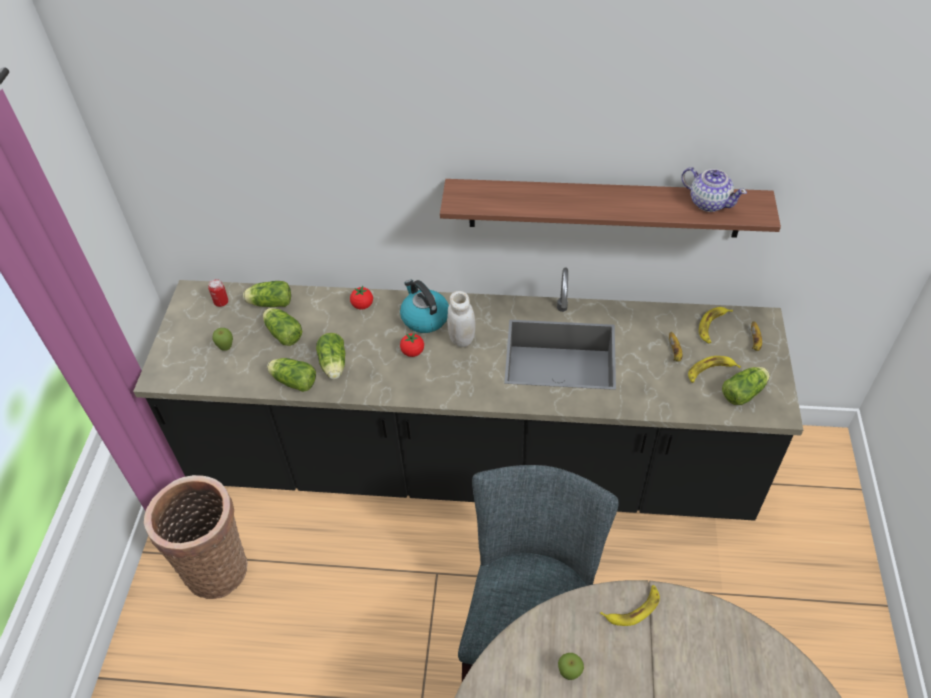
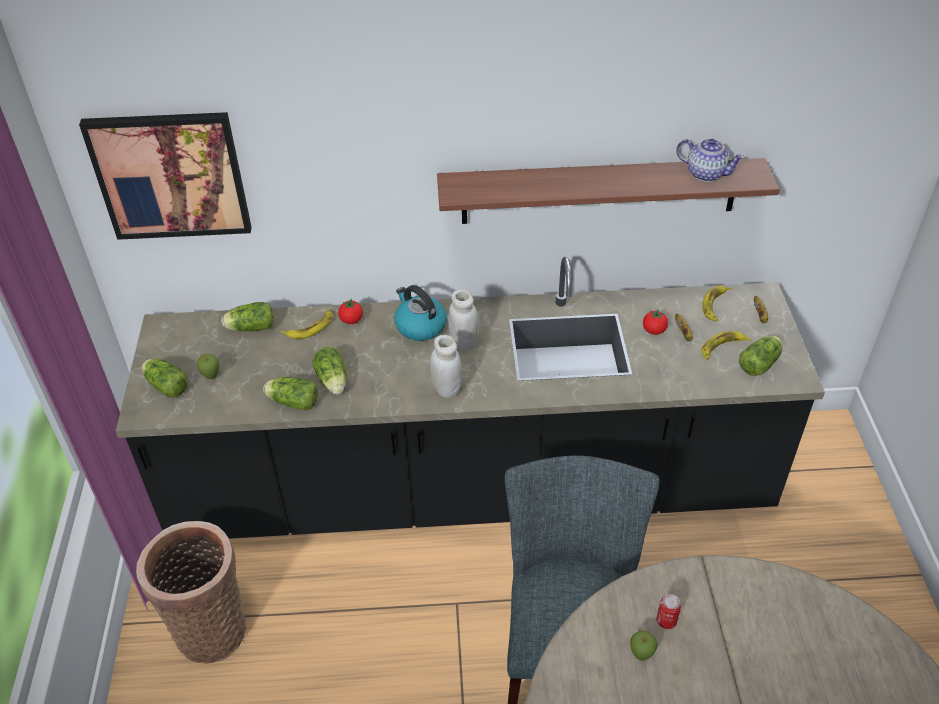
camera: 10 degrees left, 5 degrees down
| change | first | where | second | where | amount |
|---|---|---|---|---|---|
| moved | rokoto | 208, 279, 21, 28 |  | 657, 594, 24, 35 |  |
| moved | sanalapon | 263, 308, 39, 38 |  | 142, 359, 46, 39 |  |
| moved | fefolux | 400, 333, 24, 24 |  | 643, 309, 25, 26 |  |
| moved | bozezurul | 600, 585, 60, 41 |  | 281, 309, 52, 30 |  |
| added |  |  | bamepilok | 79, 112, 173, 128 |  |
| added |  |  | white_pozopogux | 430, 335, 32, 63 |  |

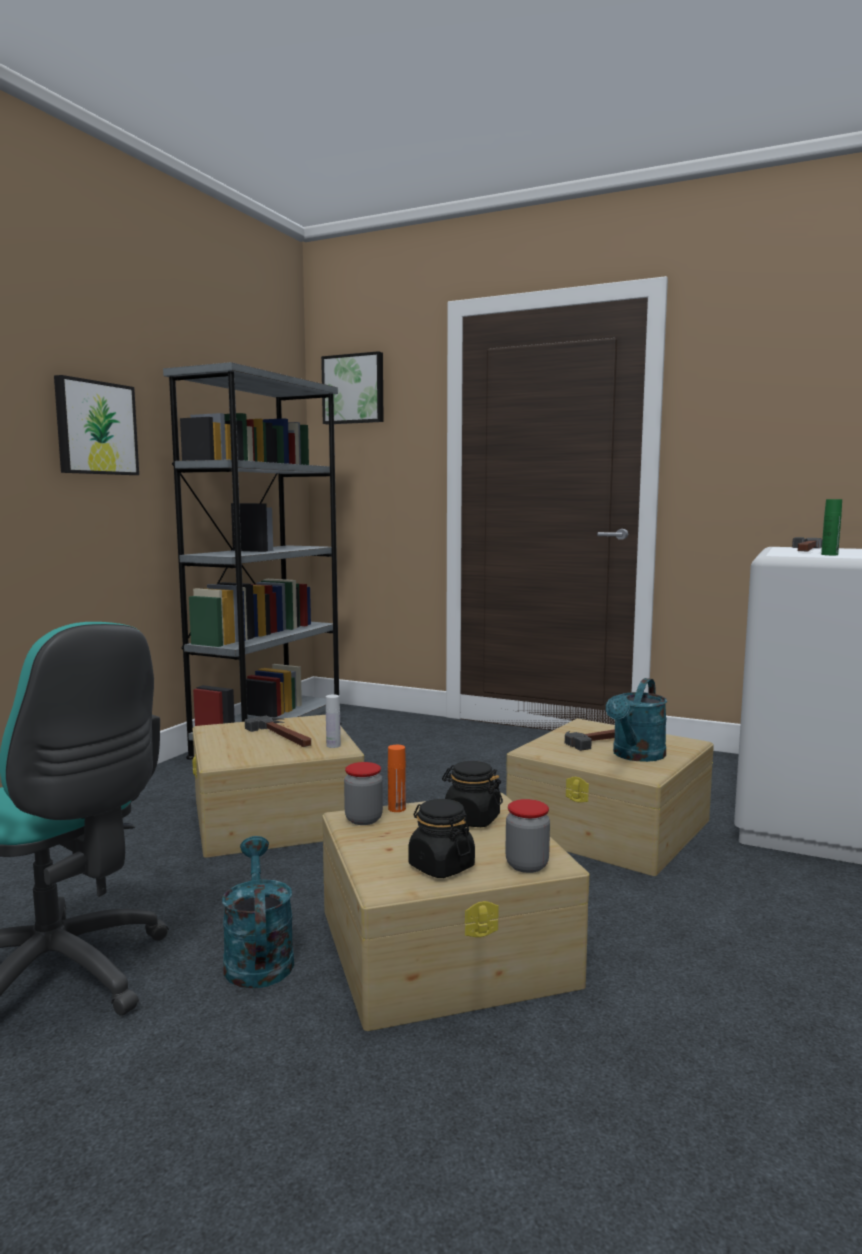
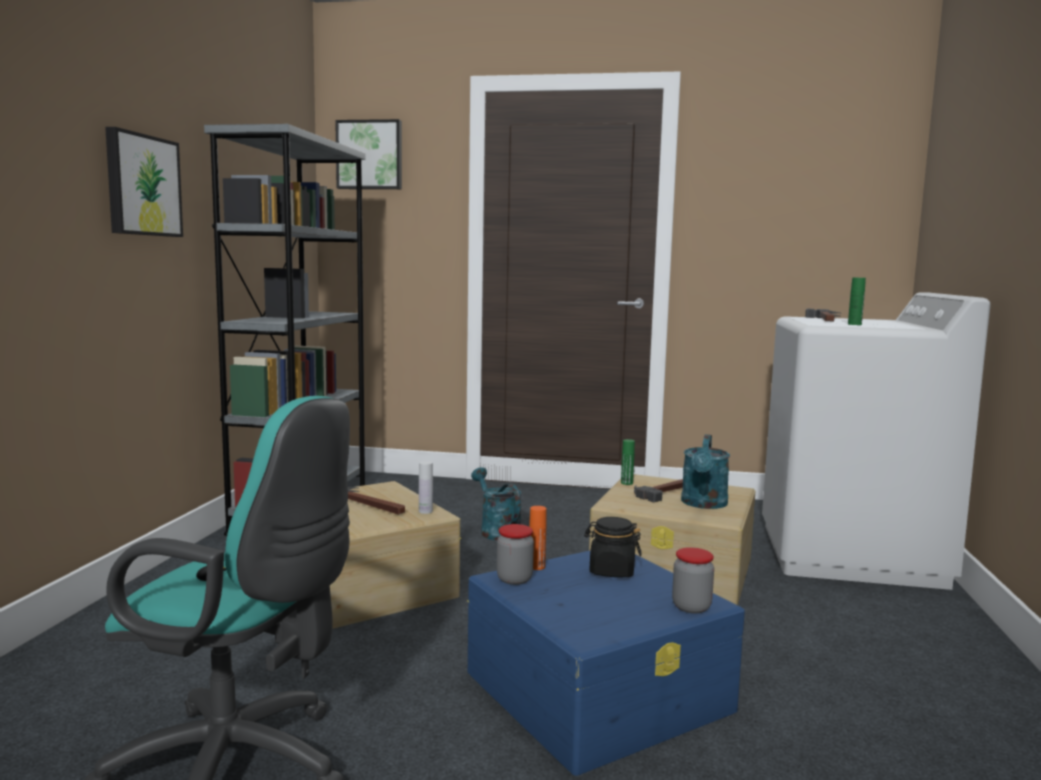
camera: 15 degrees left, 0 degrees up
| change | first | where | second | where | amount |
|---|---|---|---|---|---|
| moved | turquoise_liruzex | 222, 836, 72, 153 |  | 471, 467, 51, 74 |  |
| recoloured | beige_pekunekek | 322, 793, 268, 238 | blue_pekunekek | 467, 550, 278, 226 |  |
| removed | black_pozopogux | 408, 799, 67, 79 |  |  |  |
| added |  |  | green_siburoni | 621, 439, 14, 46 |  |

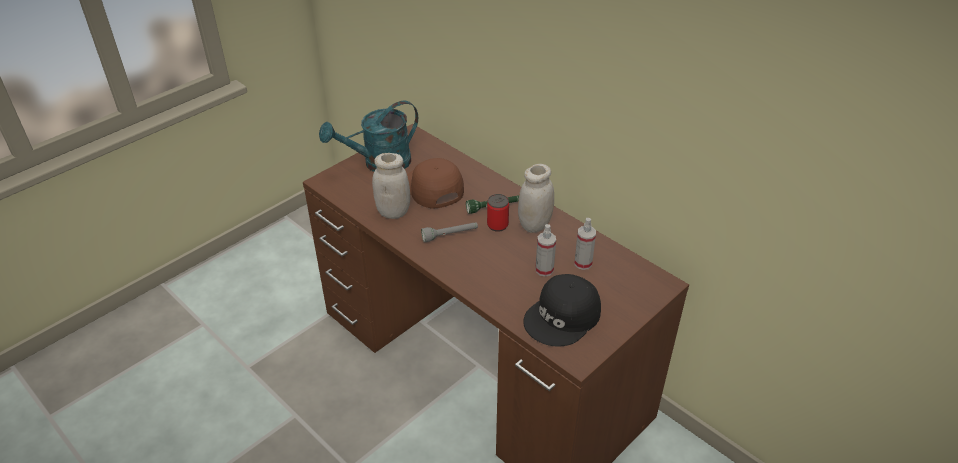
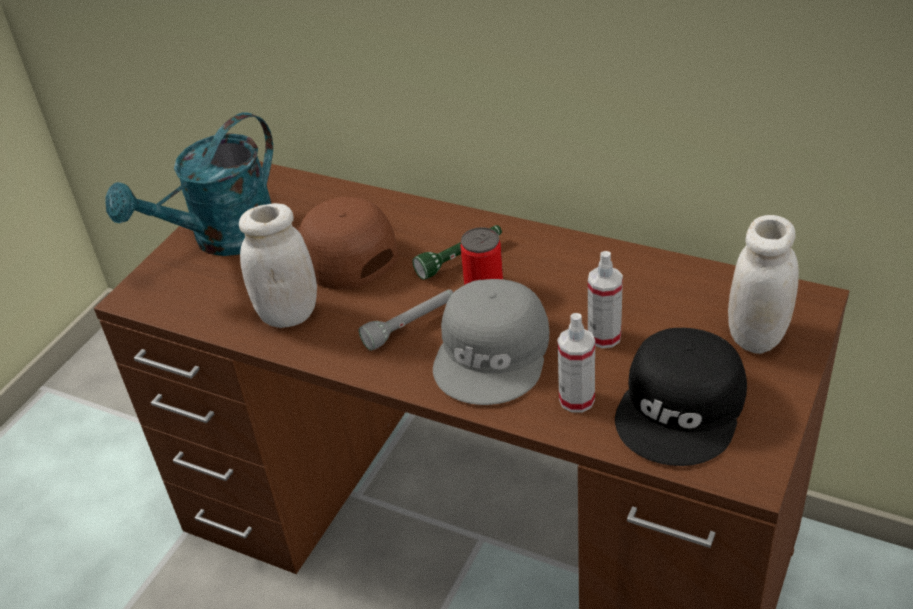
camera: 15 degrees left, 0 degrees up
| change | first | where | second | where | amount |
|---|---|---|---|---|---|
| moved | white_pozopogux | 518, 164, 36, 69 |  | 728, 215, 71, 139 |  |
| moved | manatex | 574, 218, 22, 52 |  | 558, 313, 37, 100 |  |
| added |  |  | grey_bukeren | 433, 279, 116, 126 |  |

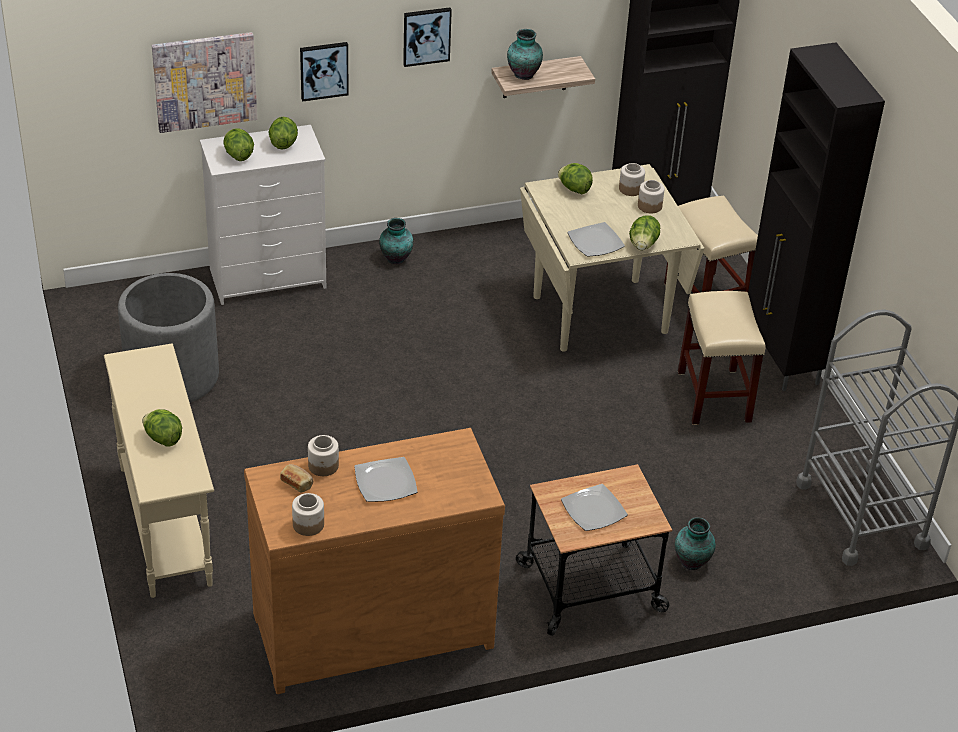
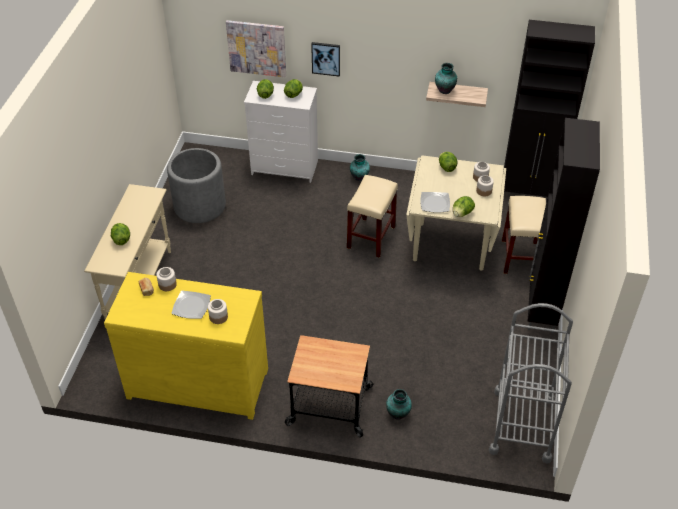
camera: 30 degrees right, 5 degrees up
| change | first | where | second | where | amount |
|---|---|---|---|---|---|
| recoloured | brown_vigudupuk | 244, 428, 261, 266 | yellow_vigudupuk | 104, 272, 164, 148 |  |
| moved | pozopogux | 292, 493, 32, 43 |  | 208, 299, 20, 25 |  |
| removed | bamepilok | 403, 7, 49, 60 |  |  |  |
| removed | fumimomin | 561, 484, 67, 47 |  |  |  |
| moved | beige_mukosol | 678, 291, 87, 134 |  | 347, 175, 51, 83 |  |

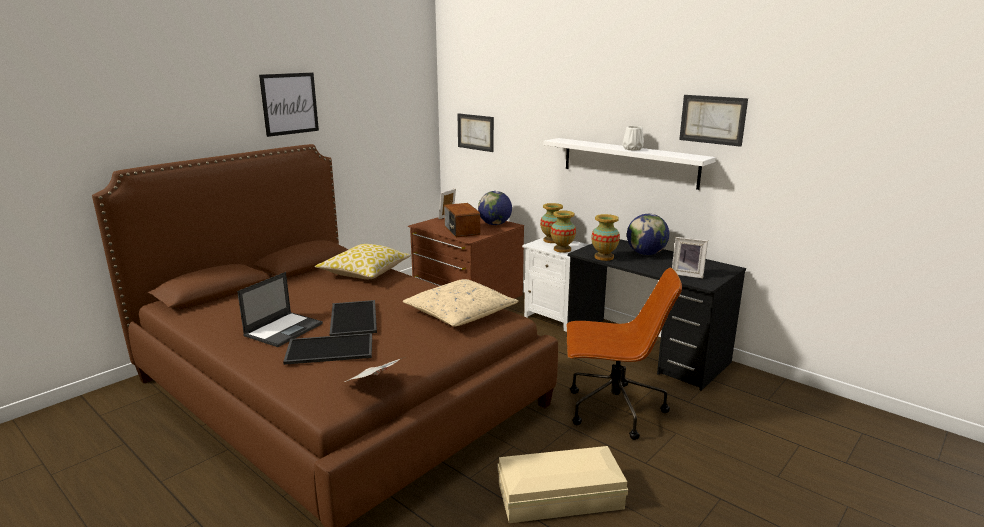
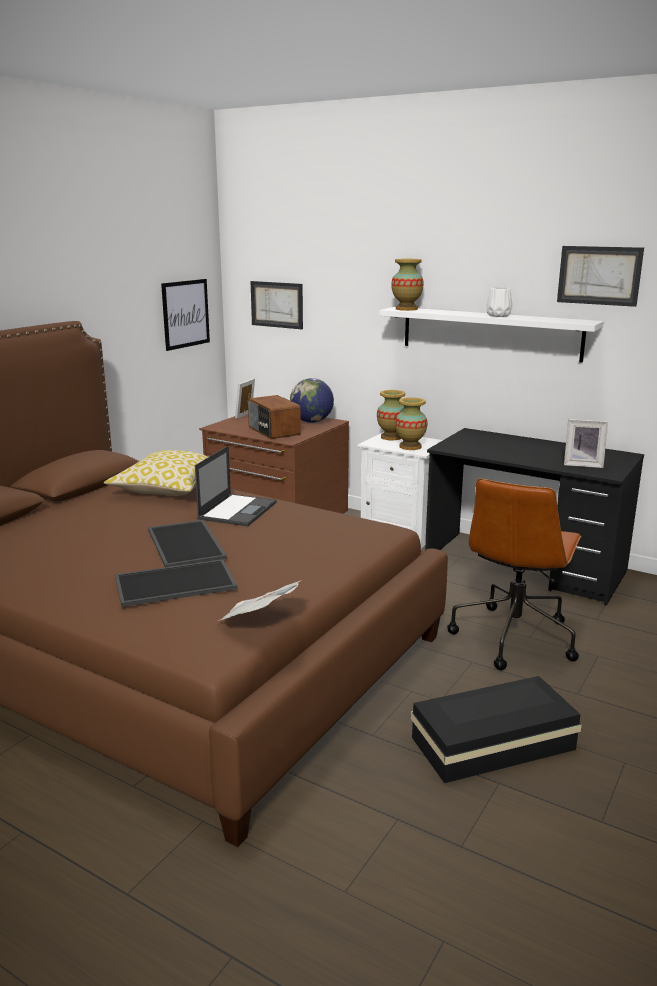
camera: 10 degrees left, 0 degrees up
| change | first | where | second | where | amount |
|---|---|---|---|---|---|
| moved | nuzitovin | 237, 272, 86, 75 |  | 195, 446, 81, 80 |  |
| moved | bamepilok | 259, 72, 60, 65 |  | 161, 279, 49, 72 |  |
| removed | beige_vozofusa | 403, 279, 116, 48 |  |  |  |
| recoloured | beige_pekunekek | 498, 446, 130, 77 | black_pekunekek | 411, 676, 171, 107 |  |
| turned | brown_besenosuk | 567, 267, 115, 173 |  | 447, 479, 135, 191 | 120 degrees clockwise |
| moved | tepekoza | 591, 214, 29, 47 |  | 391, 259, 33, 52 |  |
| removed | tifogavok | 627, 214, 42, 41 |  |  |  |

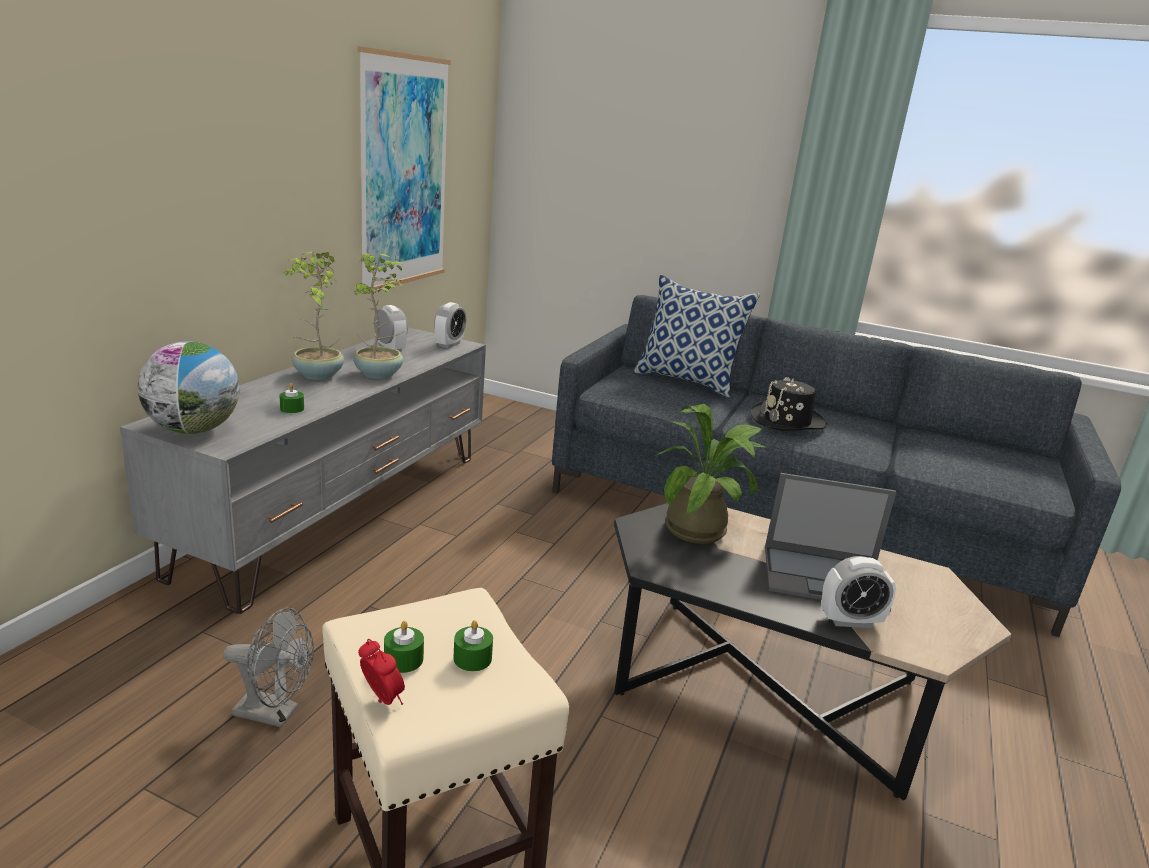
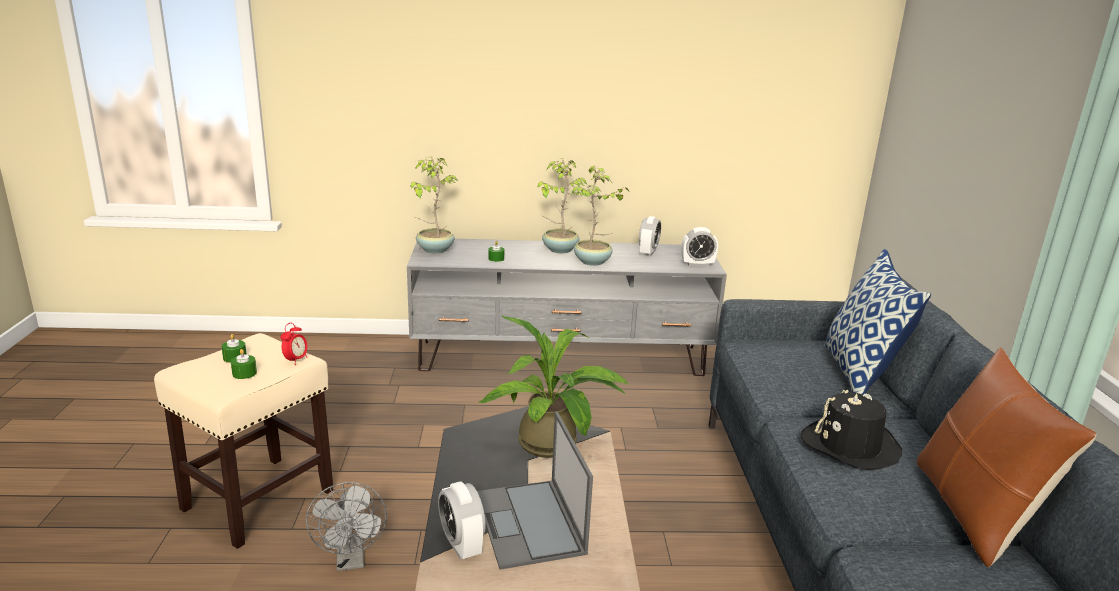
camera: 65 degrees right, 0 degrees up
| change | first | where | second | where | amount |
|---|---|---|---|---|---|
| replaced | tifogavok | 137, 341, 103, 93 | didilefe | 411, 156, 47, 97 |  |
| moved | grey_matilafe | 223, 608, 91, 119 |  | 306, 482, 81, 89 |  |
| removed | bamepilok | 357, 46, 94, 248 |  |  |  |
| moved | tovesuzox | 358, 639, 47, 66 |  | 280, 323, 27, 42 |  |
| added |  |  | brown_vozofusa | 917, 347, 180, 220 |  |

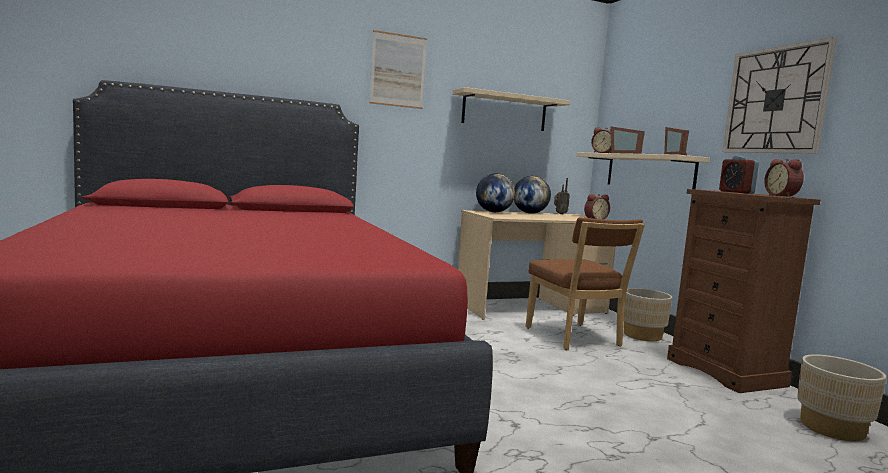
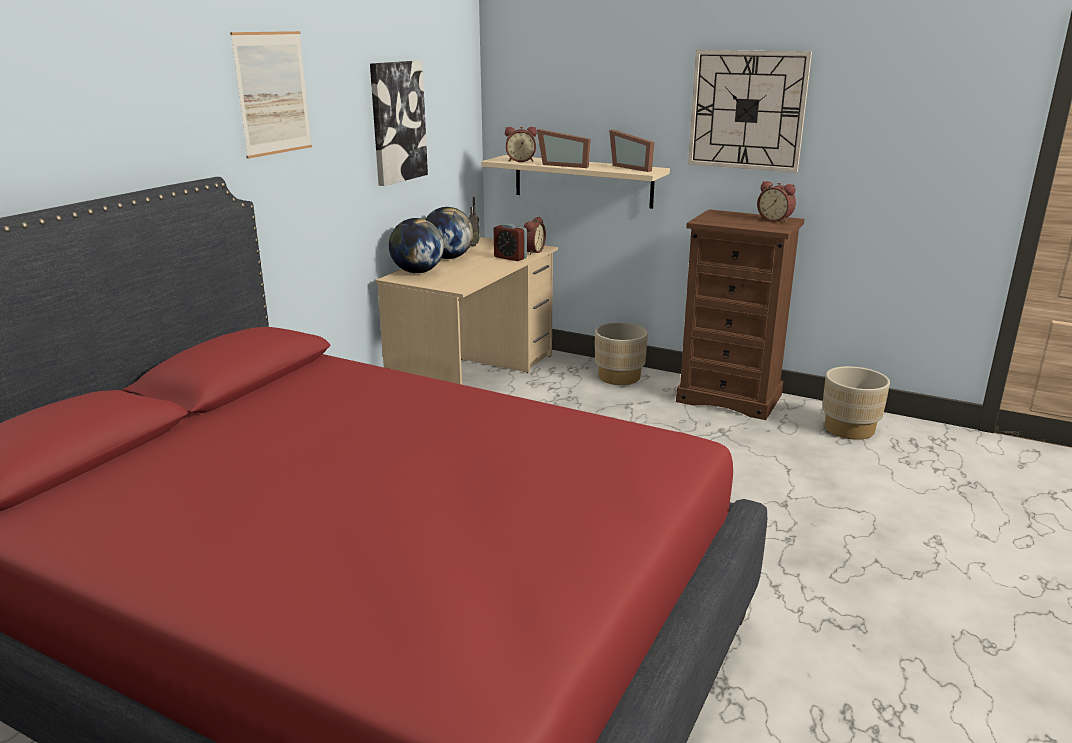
camera: 40 degrees left, 15 degrees up
| change | first | where | second | where | amount |
|---|---|---|---|---|---|
| replaced | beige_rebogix | 453, 87, 117, 44 | bamepilok | 370, 60, 58, 126 |  |
| removed | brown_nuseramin | 526, 217, 119, 133 |  |  |  |
| moved | tovesuzox | 719, 156, 40, 38 |  | 494, 223, 33, 38 |  |

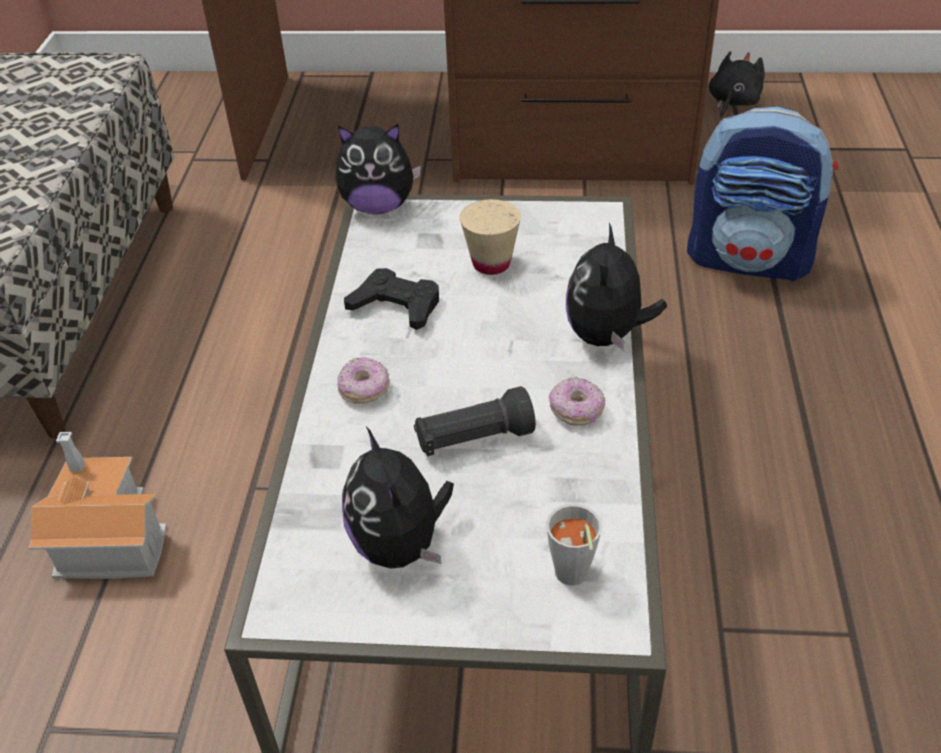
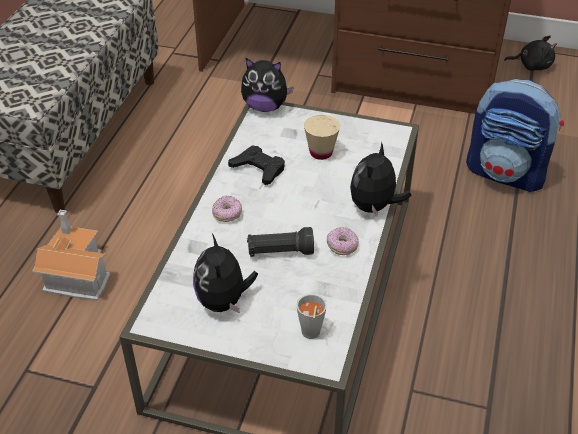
camera: 10 degrees right, 0 degrees up
| change | first | where | second | where | amount |
|---|---|---|---|---|---|
| turned | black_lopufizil | 709, 51, 55, 67 |  | 504, 35, 53, 36 | 60 degrees clockwise |

